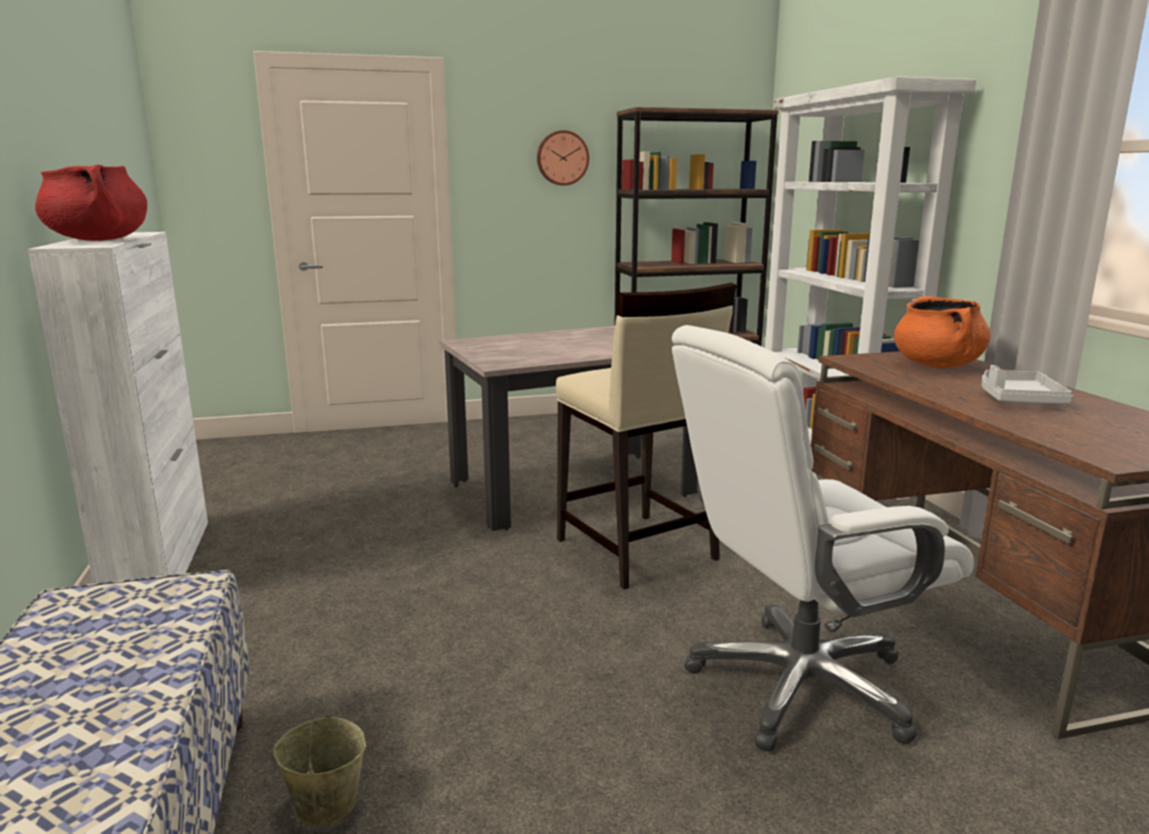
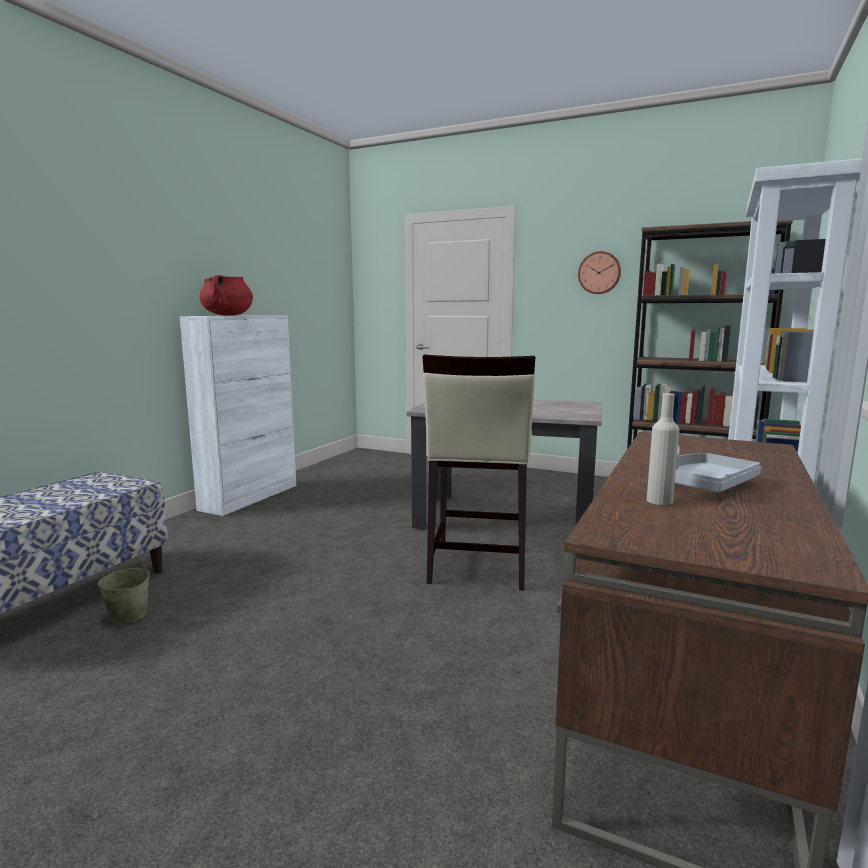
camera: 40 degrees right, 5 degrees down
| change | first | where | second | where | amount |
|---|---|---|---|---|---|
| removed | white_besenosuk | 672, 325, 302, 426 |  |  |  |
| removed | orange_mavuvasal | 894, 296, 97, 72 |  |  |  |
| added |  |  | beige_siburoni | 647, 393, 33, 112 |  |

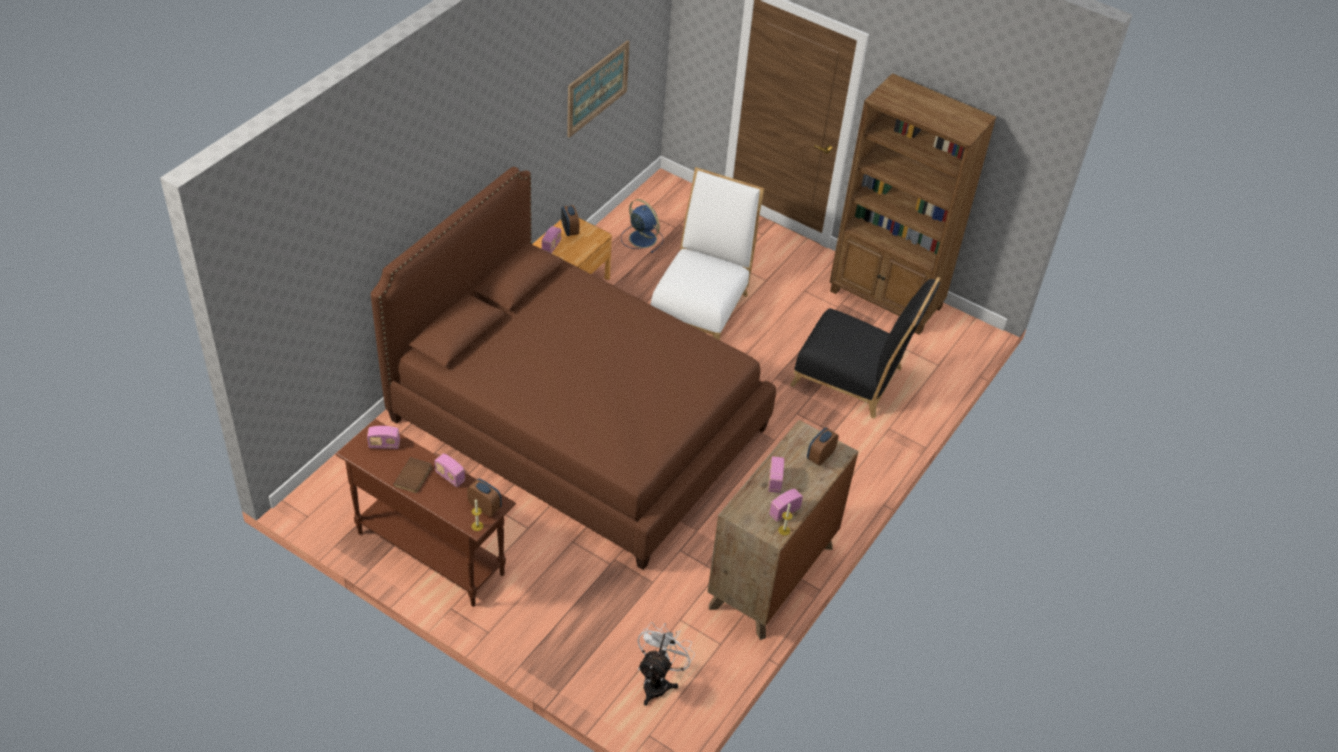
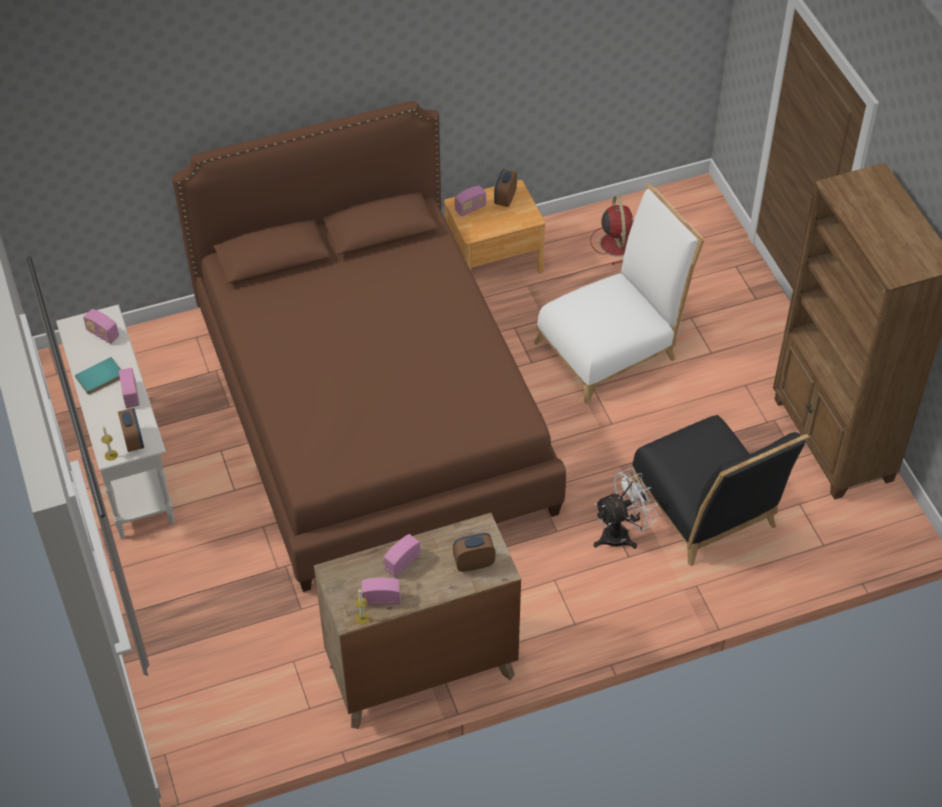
camera: 40 degrees right, 5 degrees up
| change | first | where | second | where | amount |
|---|---|---|---|---|---|
| recoloured | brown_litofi | 335, 419, 181, 188 | white_litofi | 56, 305, 119, 233 |  |
| recoloured | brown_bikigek | 394, 457, 38, 36 | turquoise_bikigek | 75, 357, 46, 38 |  |
| removed | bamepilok | 567, 40, 62, 98 |  |  |  |
| recoloured | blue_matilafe | 621, 199, 42, 54 | red_matilafe | 590, 196, 43, 69 |  |
| moved | white_matilafe | 638, 622, 57, 84 |  | 594, 468, 65, 81 |  |

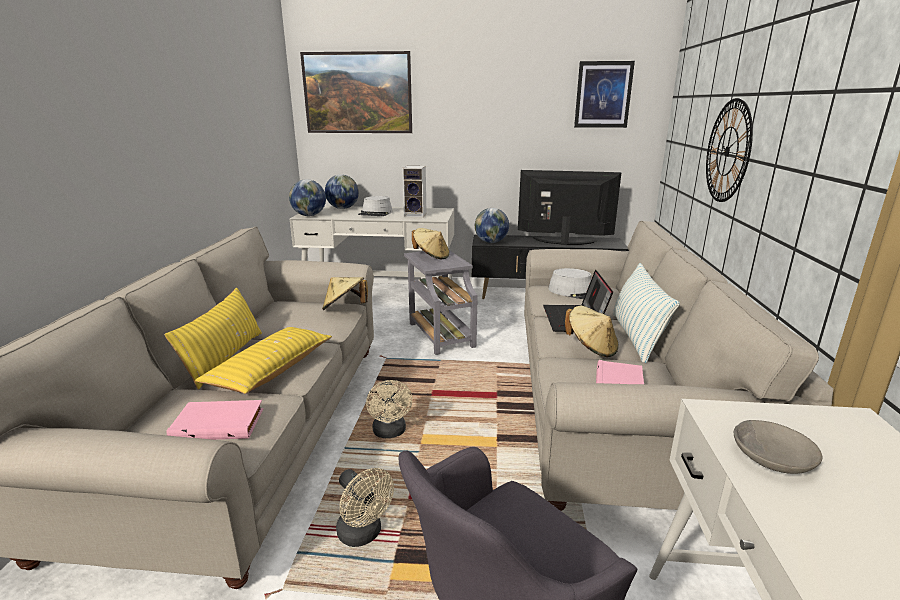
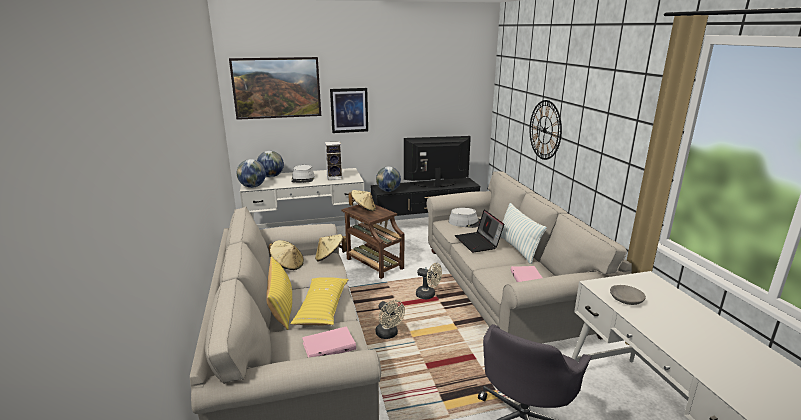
camera: 20 degrees left, 0 degrees up
| change | first | where | second | where | amount |
|---|---|---|---|---|---|
| moved | beige_matilafe | 336, 468, 58, 79 |  | 416, 263, 26, 36 |  |
| recoloured | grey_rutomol | 404, 250, 74, 105 | brown_rutomol | 341, 204, 64, 75 |  |
| moved | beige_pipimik | 565, 306, 54, 51 |  | 269, 240, 35, 30 |  |
| moved | bamepilok | 574, 61, 61, 67 |  | 330, 88, 38, 45 |  |

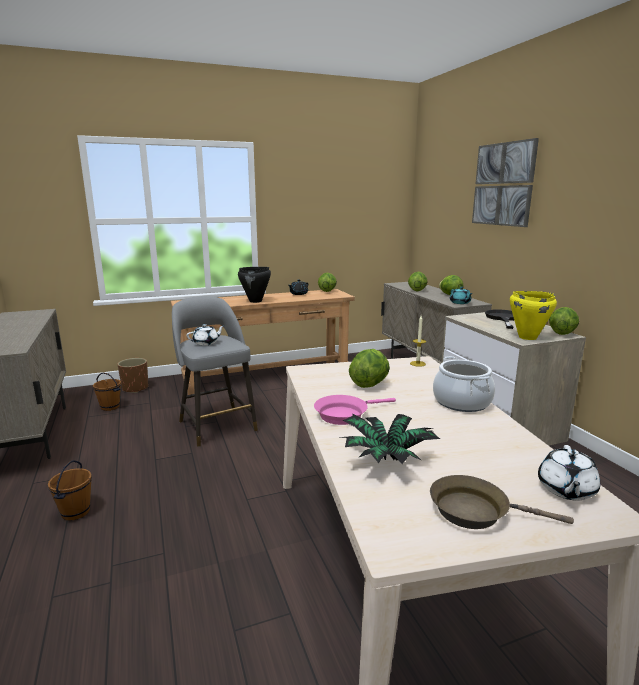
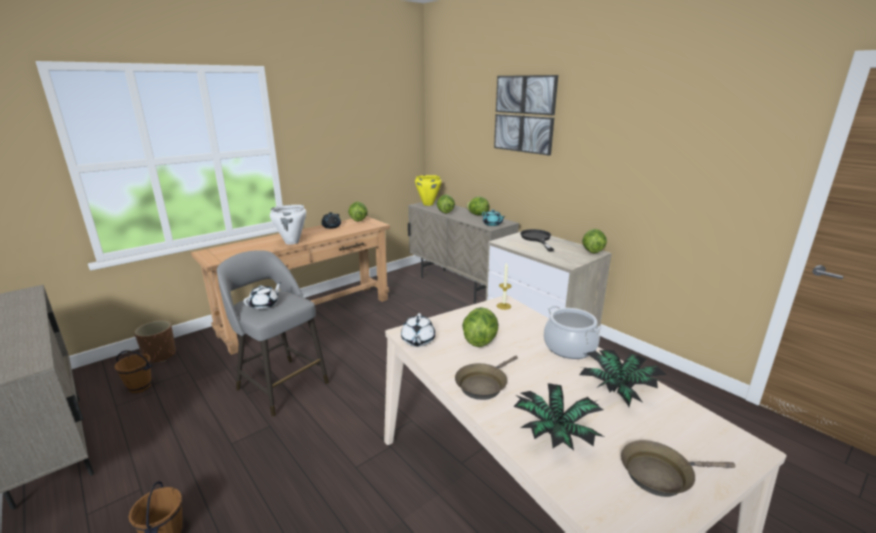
camera: 20 degrees left, 5 degrees up
| change | first | where | second | where | amount |
|---|---|---|---|---|---|
| recoloured | black_mavuvasal | 238, 267, 33, 36 | white_mavuvasal | 270, 205, 36, 40 |  |
| recoloured | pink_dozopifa | 314, 395, 82, 30 | brown_dozopifa | 455, 355, 63, 45 |  |
| moved | yellow_mavuvasal | 510, 291, 47, 49 |  | 415, 175, 27, 31 |  |
| moved | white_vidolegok | 538, 445, 62, 56 |  | 401, 313, 34, 34 |  |
| added |  |  | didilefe | 578, 350, 88, 57 |  |

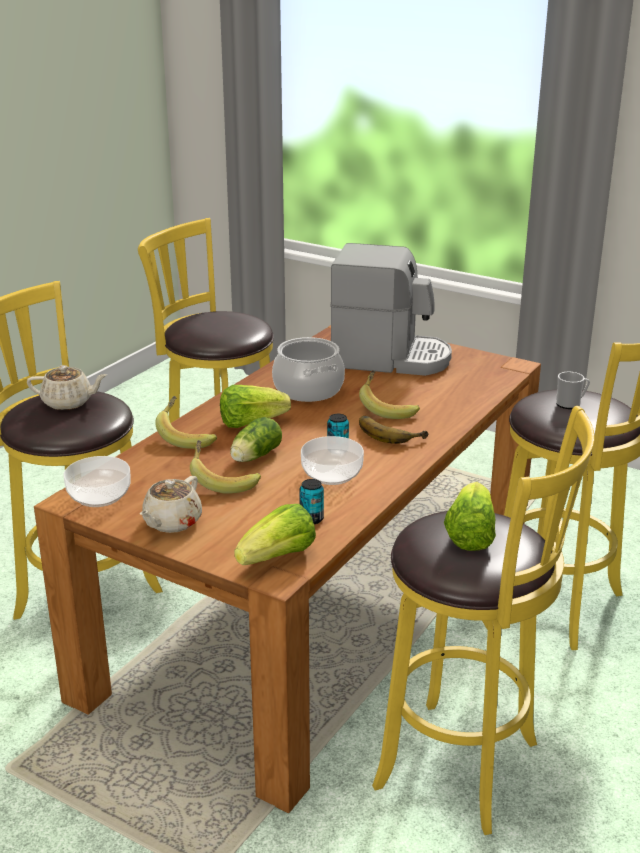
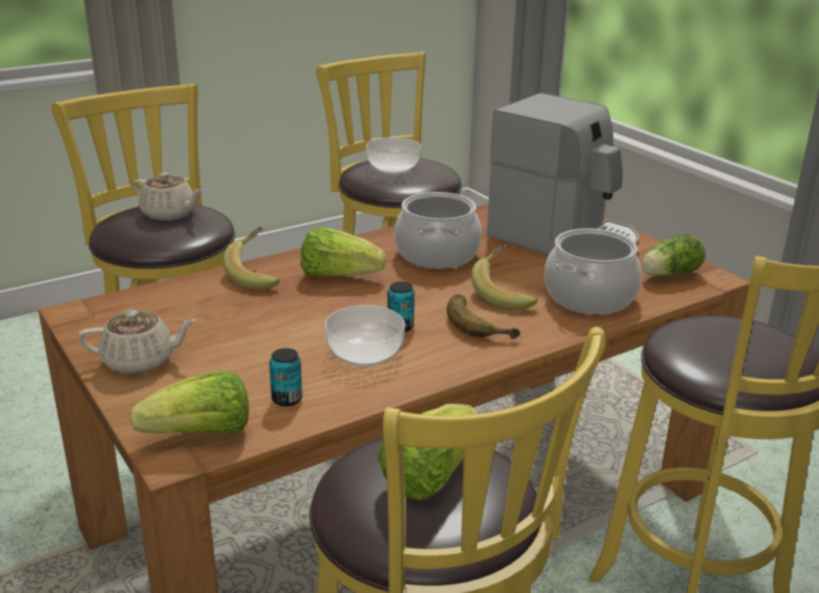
camera: 25 degrees right, 0 degrees up
| change | first | where | second | where | amount |
|---|---|---|---|---|---|
| moved | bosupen | 64, 456, 67, 51 |  | 366, 137, 55, 37 |  |
| turned | beige_vidolegok | 140, 476, 62, 57 |  | 78, 310, 118, 64 | 150 degrees counterclockwise |
| removed | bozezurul | 190, 440, 71, 54 |  |  |  |
| moved | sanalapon | 230, 417, 52, 45 |  | 641, 234, 64, 43 |  |
| removed | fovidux | 556, 372, 34, 37 |  |  |  |
| added |  |  | mavuvasal | 544, 228, 97, 86 |  |

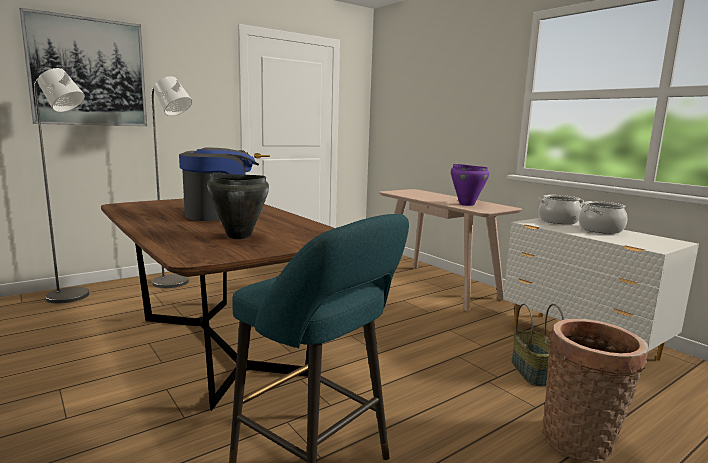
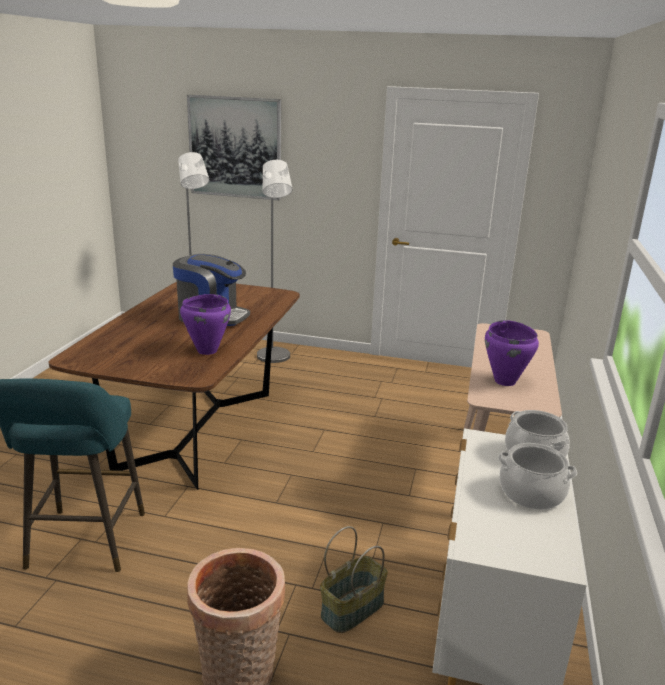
camera: 50 degrees right, 10 degrees up
| change | first | where | second | where | amount |
|---|---|---|---|---|---|
| removed | black_mavuvasal | 207, 173, 62, 66 |  |  |  |
| added |  |  | purple_mavuvasal | 180, 294, 51, 61 |  |

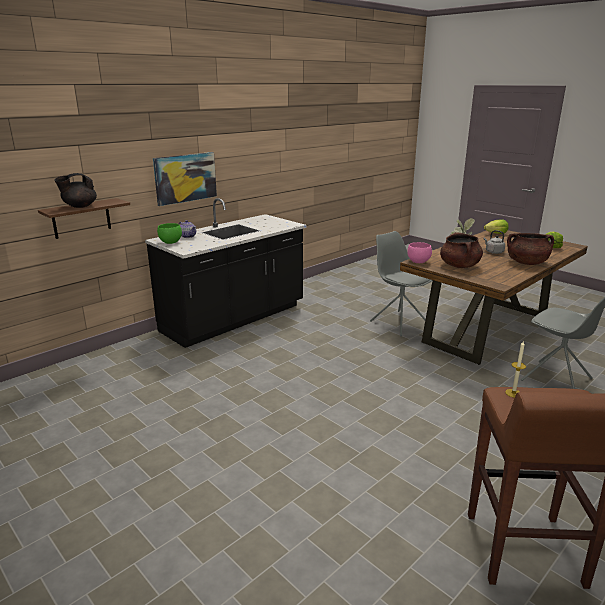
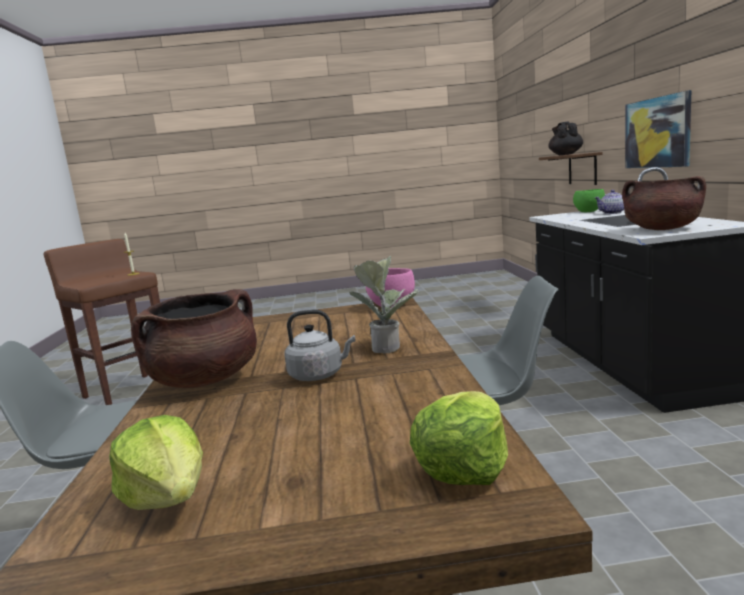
camera: 130 degrees right, 10 degrees down
| change | first | where | second | where | amount |
|---|---|---|---|---|---|
| moved | brown_mavuvasal | 440, 232, 43, 36 |  | 622, 176, 84, 54 |  |

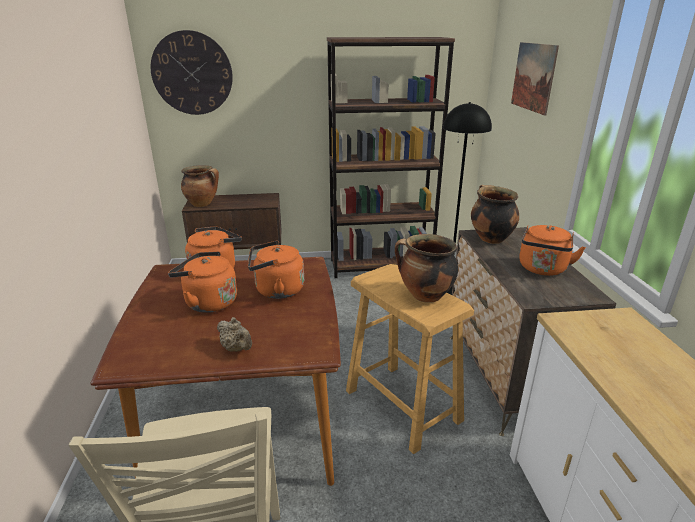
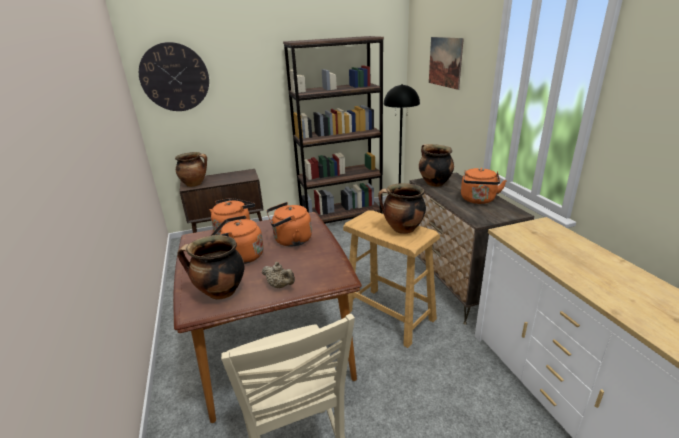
camera: 10 degrees left, 0 degrees up
| change | first | where | second | where | amount |
|---|---|---|---|---|---|
| added |  |  | mavuvasal | 177, 235, 67, 65 |  |

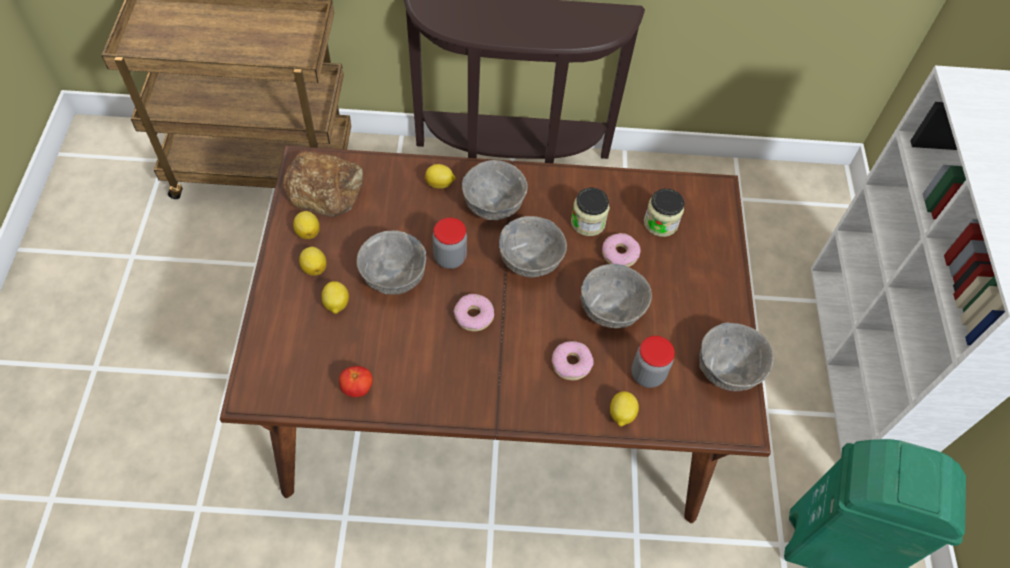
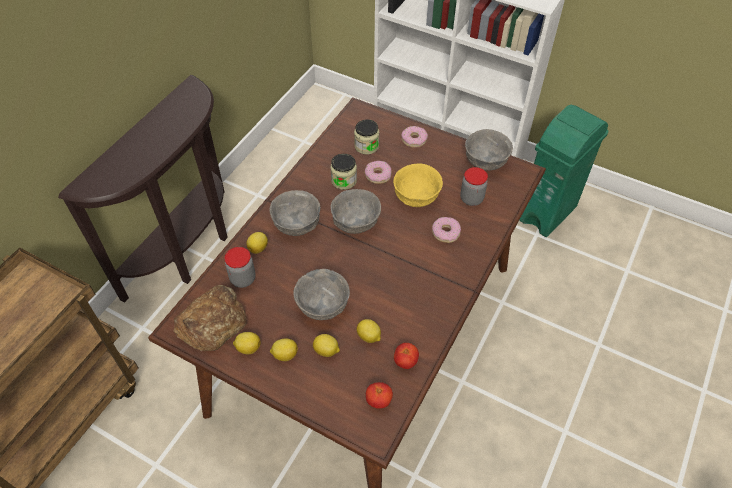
camera: 60 degrees left, 5 degrees down
| change | first | where | second | where | amount |
|---|---|---|---|---|---|
| moved | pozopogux | 433, 217, 34, 52 |  | 225, 247, 31, 41 |  |
| moved | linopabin | 454, 294, 40, 37 |  | 401, 126, 27, 22 |  |
| recoloured | grey_bosupen | 580, 264, 72, 64 | yellow_bosupen | 393, 164, 50, 43 |  |
| moved | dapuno | 610, 391, 29, 36 |  | 357, 319, 24, 24 |  |
| added |  |  | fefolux | 366, 382, 27, 27 |  |

